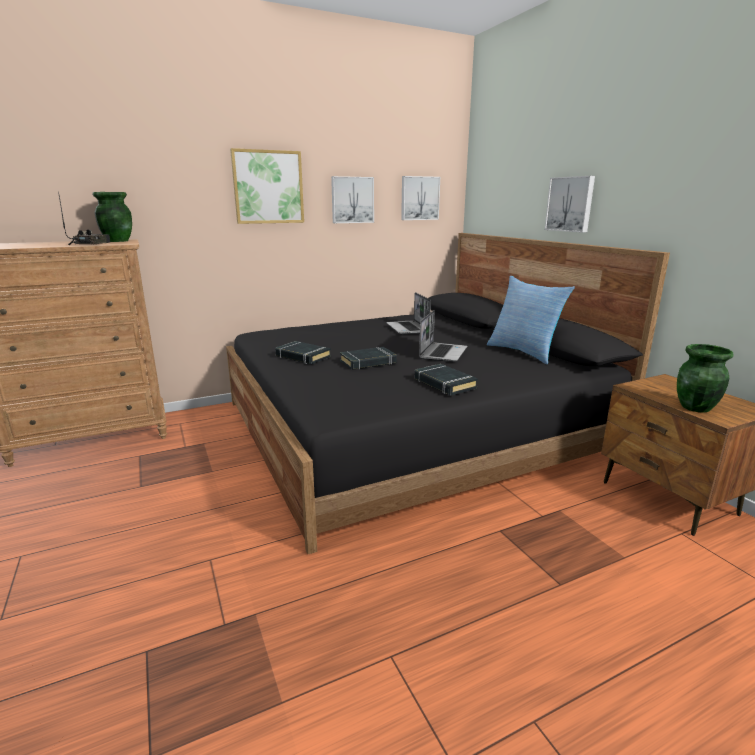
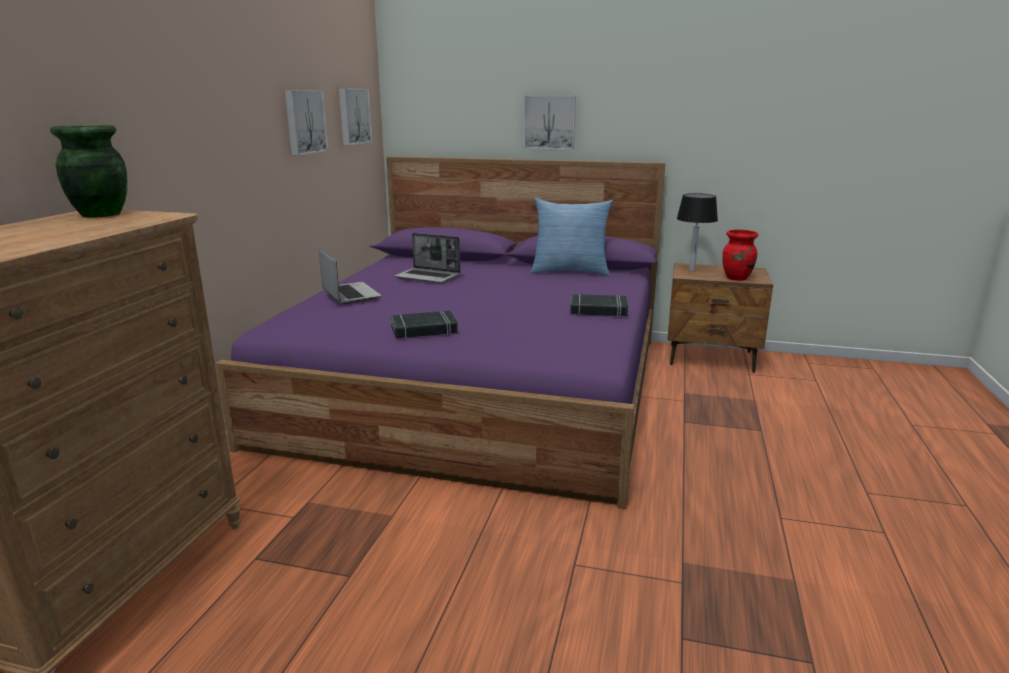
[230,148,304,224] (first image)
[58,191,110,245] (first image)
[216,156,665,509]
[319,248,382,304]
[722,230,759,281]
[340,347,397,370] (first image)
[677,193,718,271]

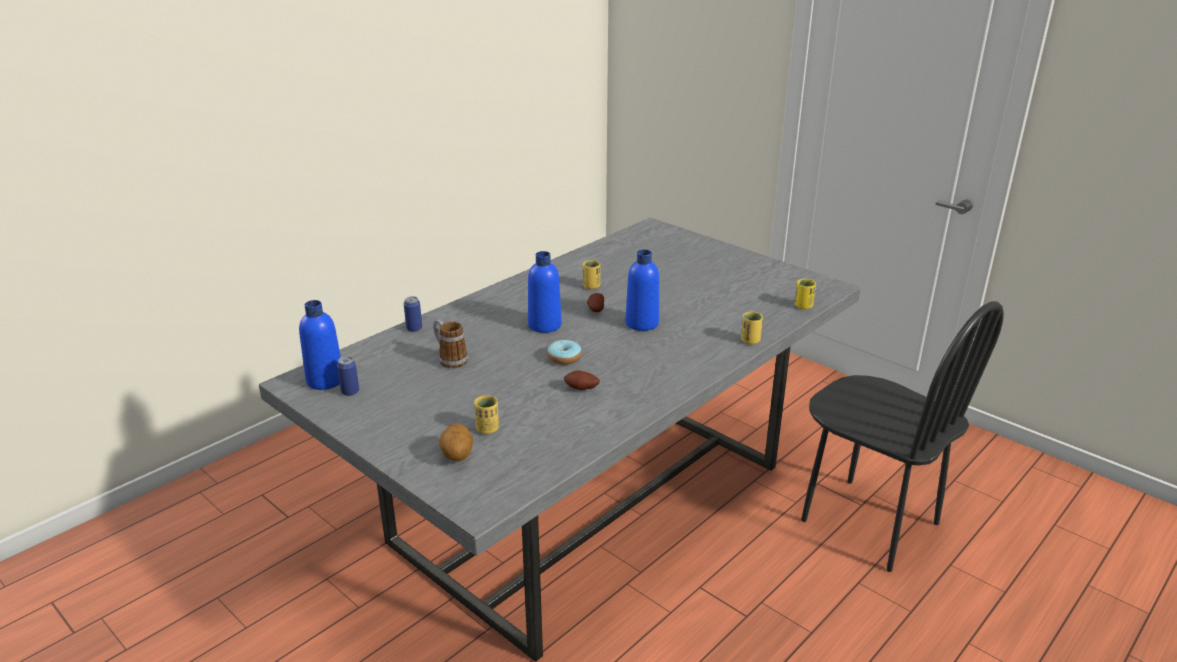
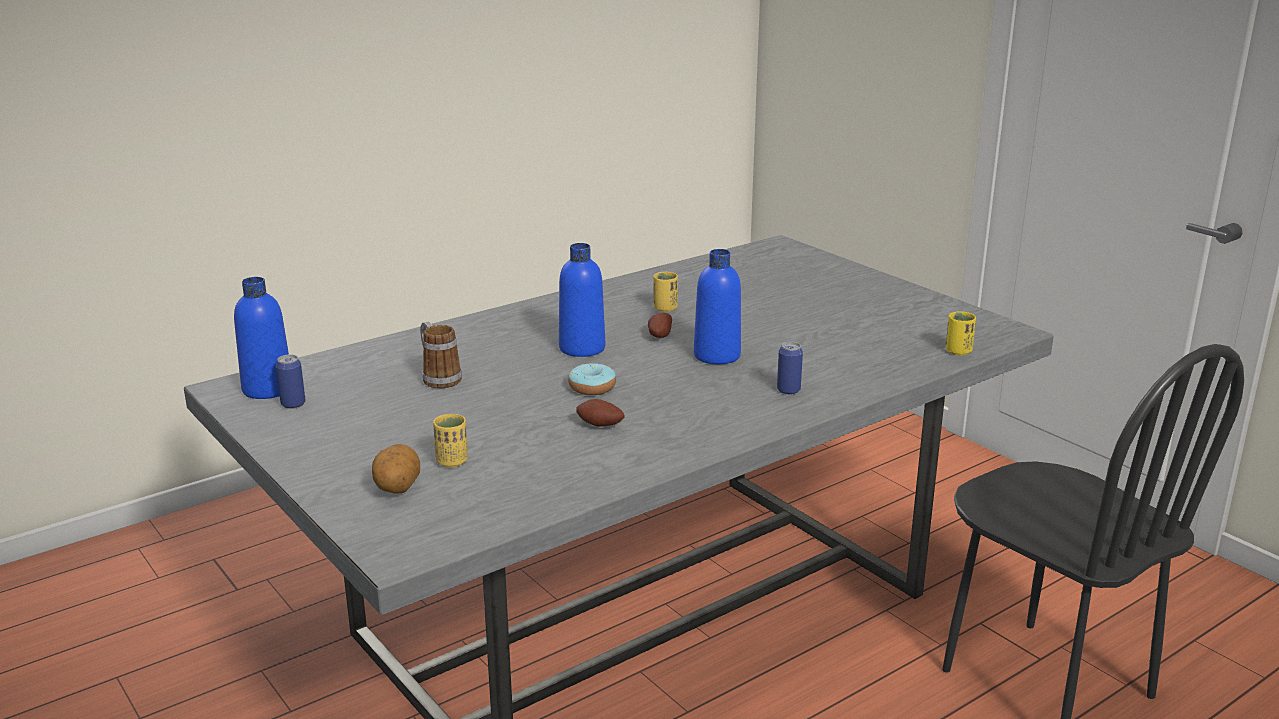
[777,342,803,395]
[741,312,763,345] (first image)

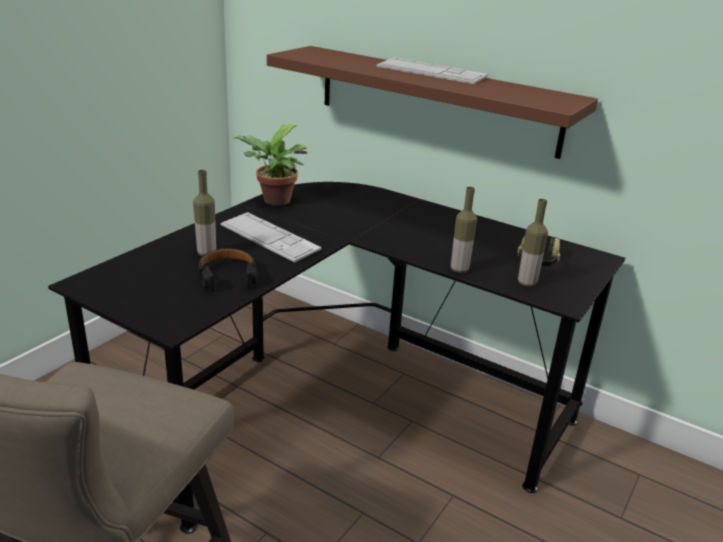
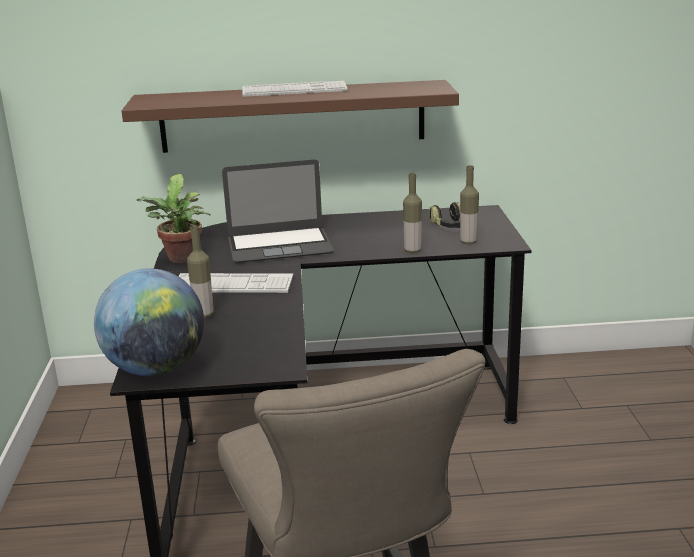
[198,248,256,291] (first image)
[222,160,334,263]
[94,268,204,376]

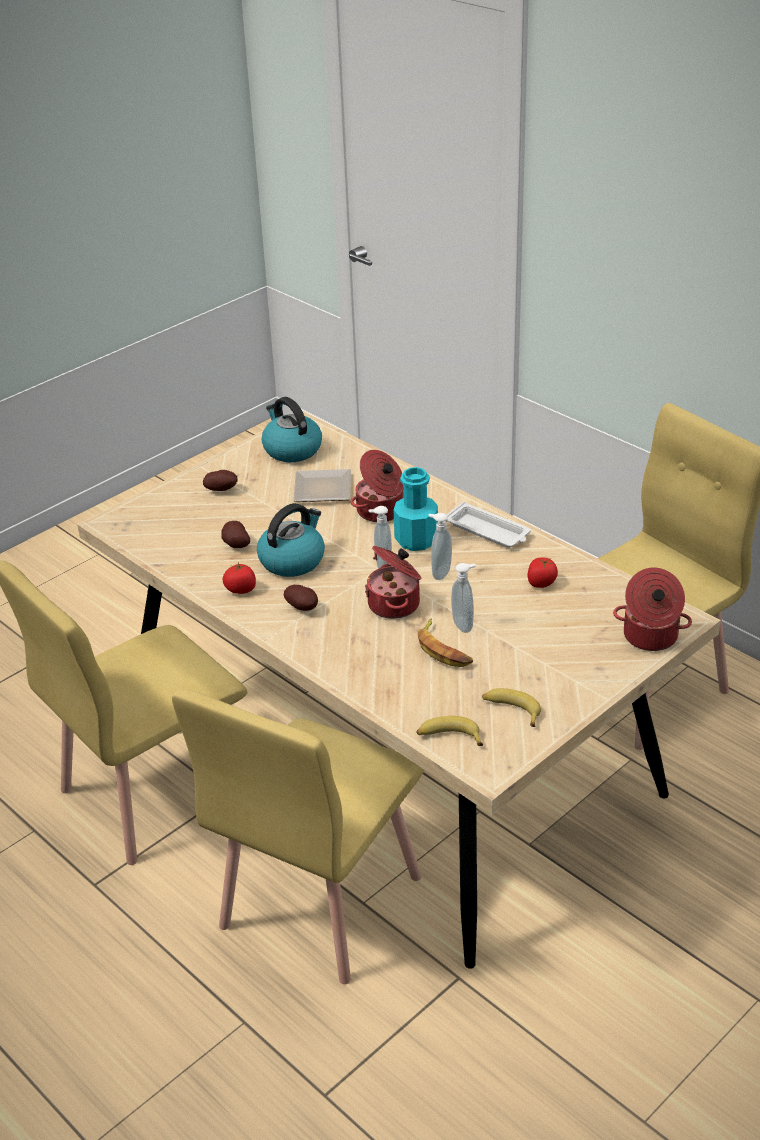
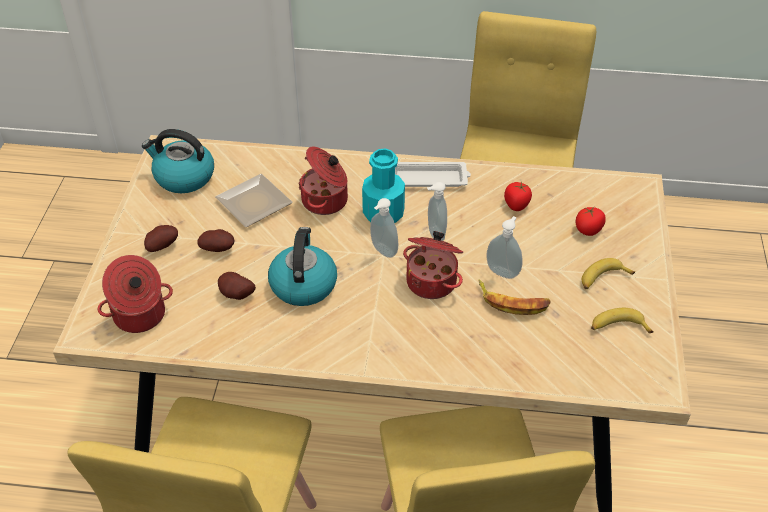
[576,207,606,236]
[98,255,173,333]
[197,229,235,252]
[582,258,635,289]

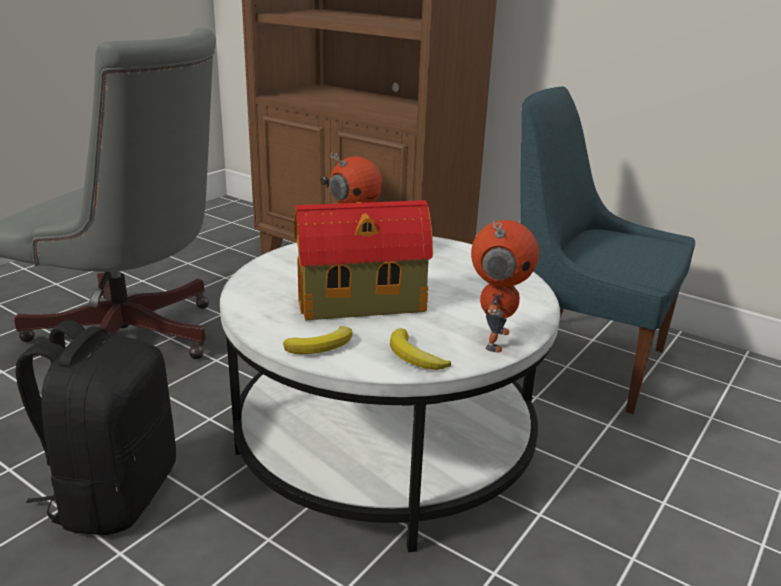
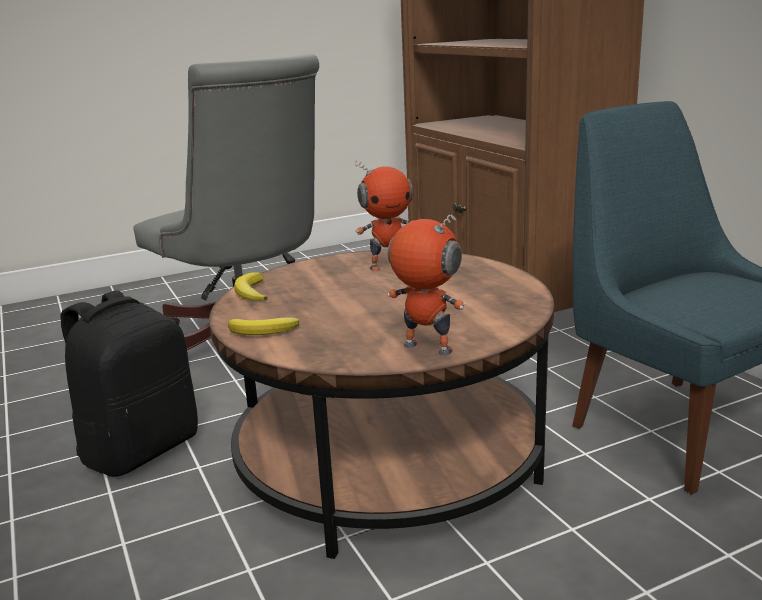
[294,200,433,320] (first image)
[387,214,465,355]
[209,250,554,559]
[234,272,268,301]

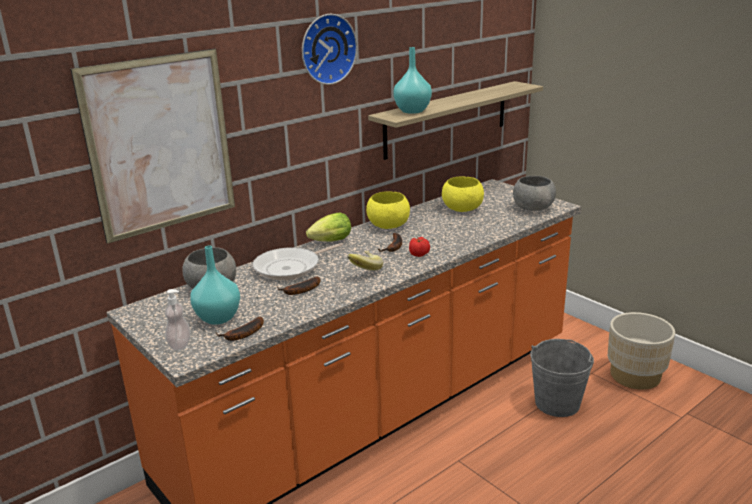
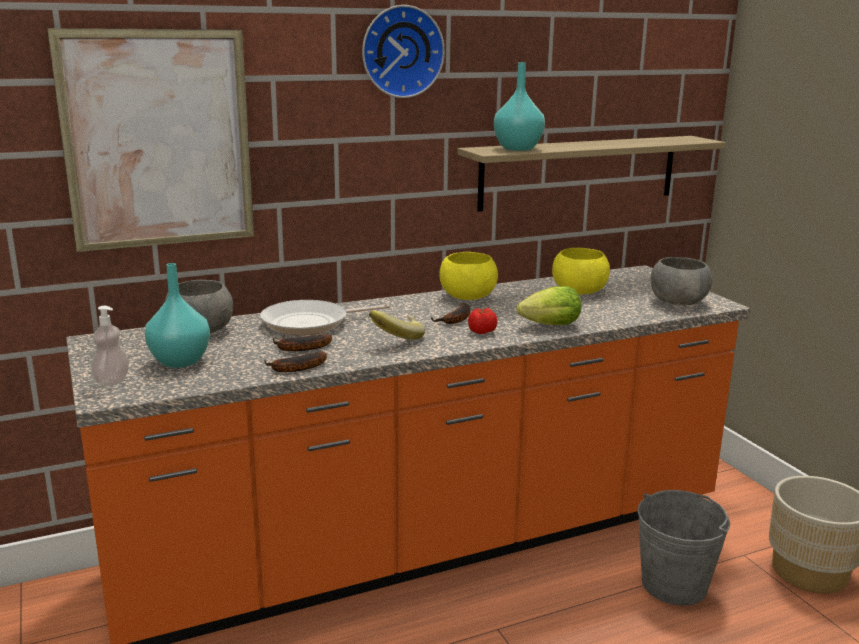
[517,286,581,325]
[264,351,327,372]

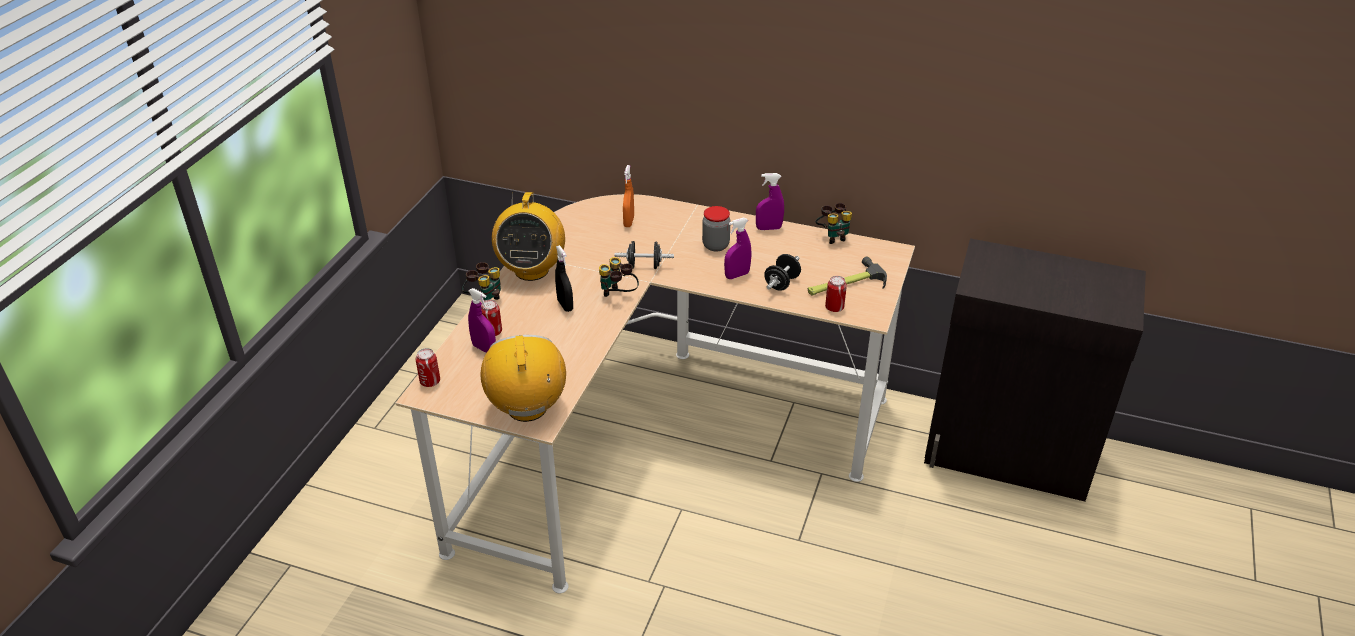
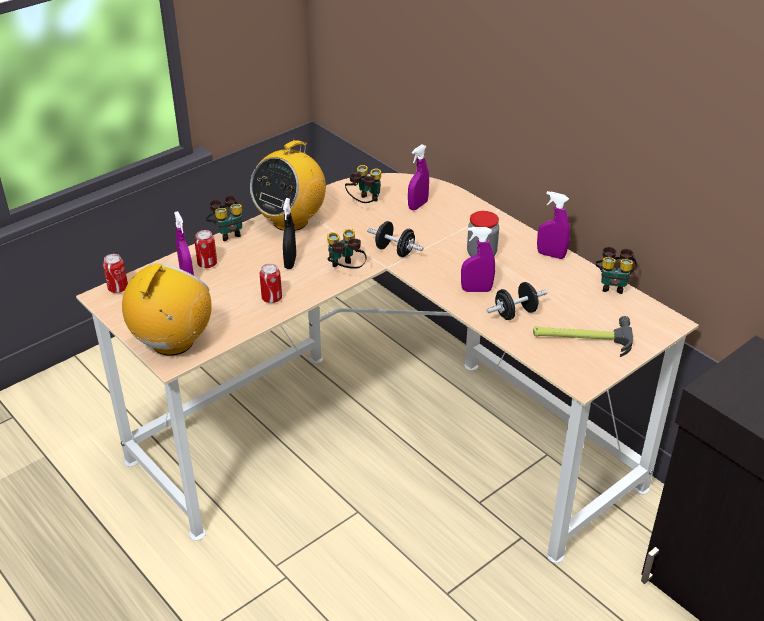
[408,144,429,210]
[260,263,282,303]
[345,165,381,203]

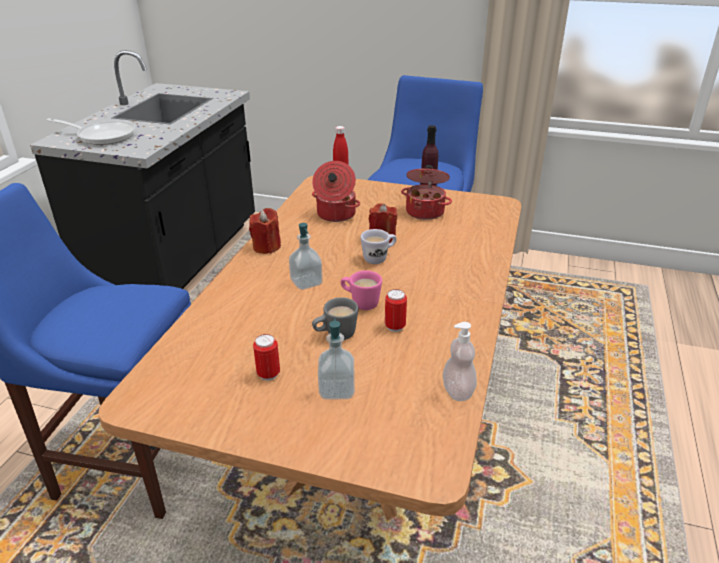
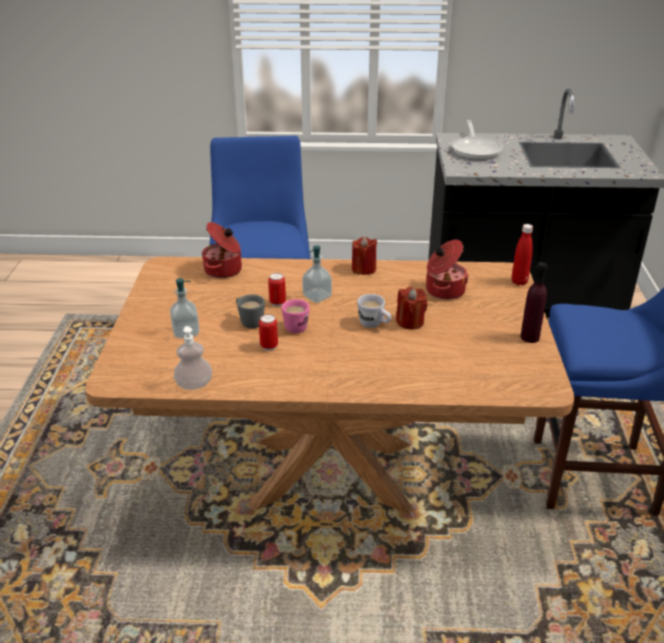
[202,222,242,278]
[268,273,286,307]

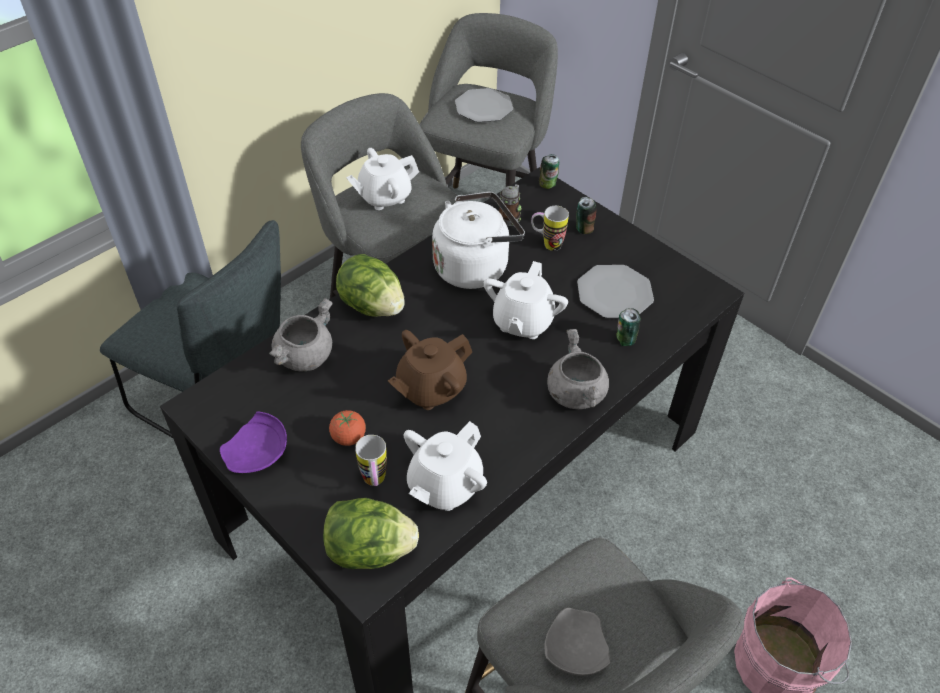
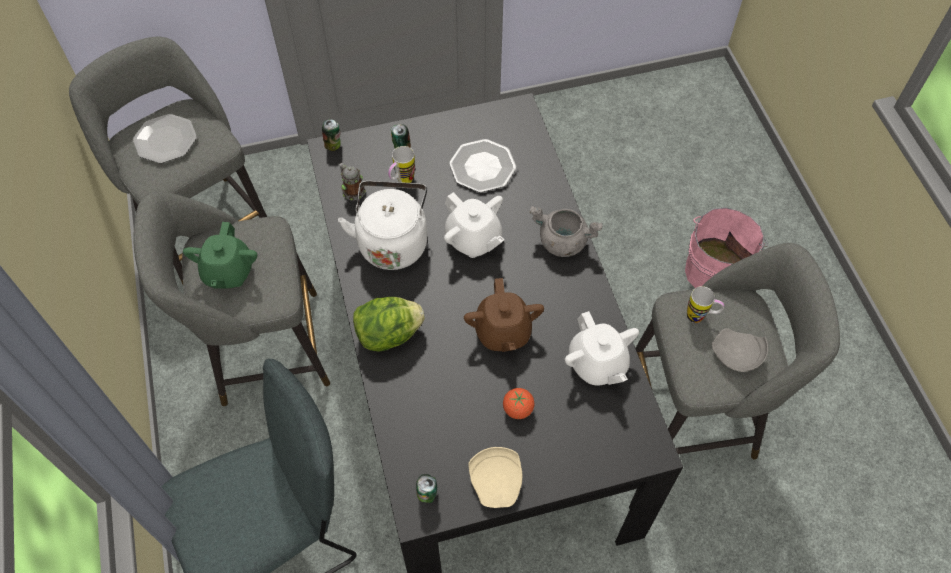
[183,222,257,289]
[269,298,332,371] (first image)
[416,474,437,503]
[469,447,522,508]
[687,286,724,323]
[323,498,419,569] (first image)

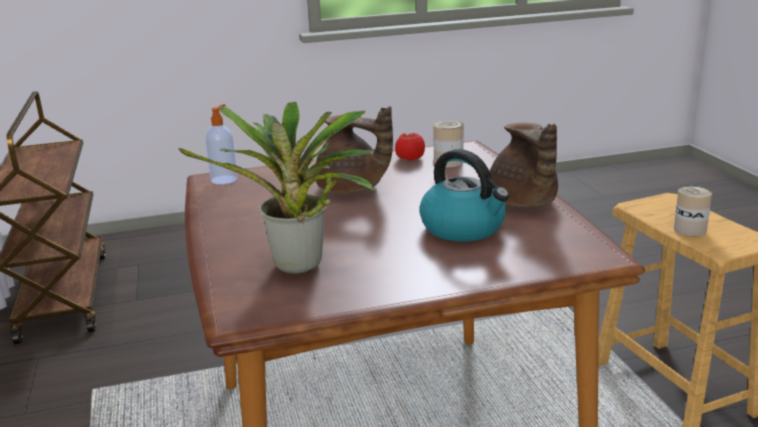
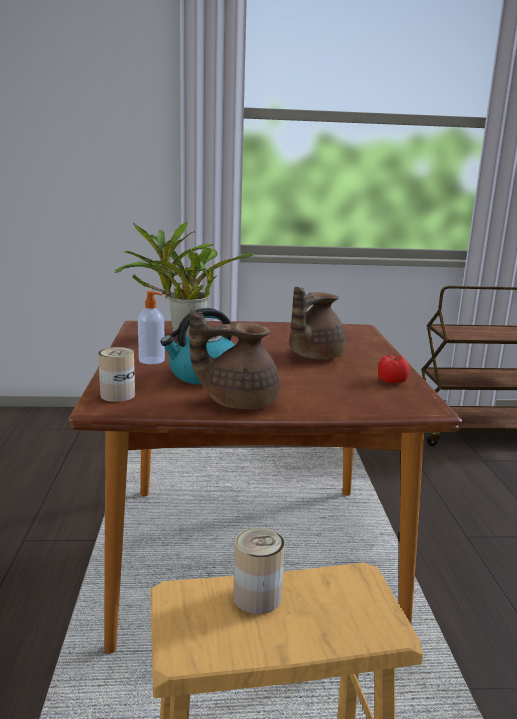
[138,291,165,364]
[98,347,135,402]

